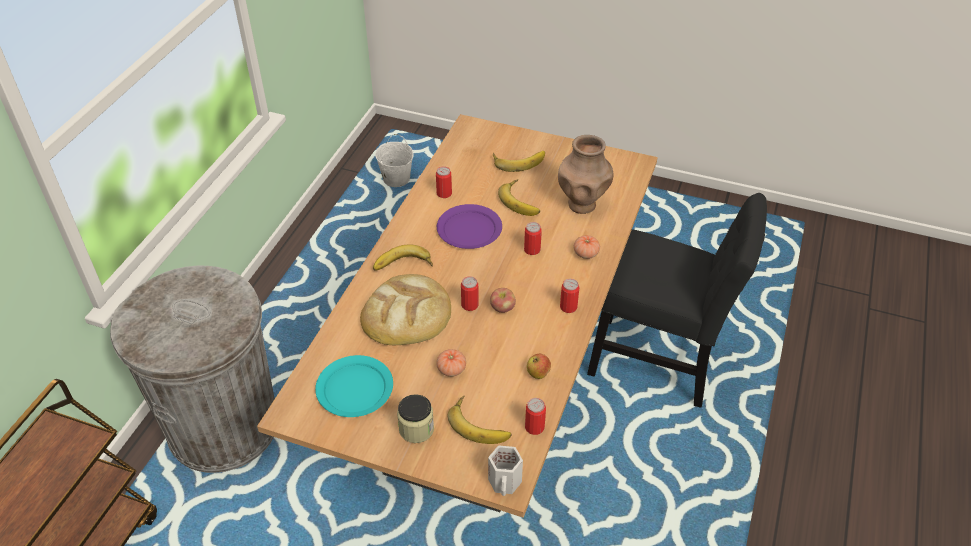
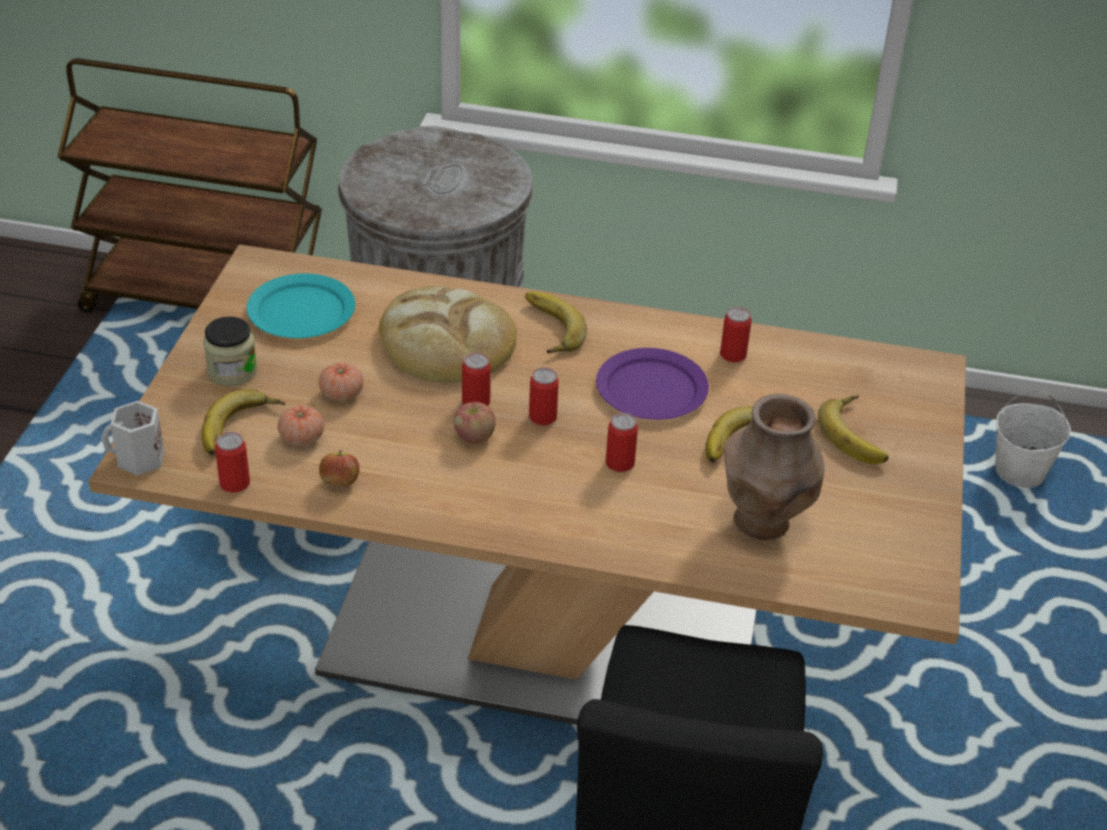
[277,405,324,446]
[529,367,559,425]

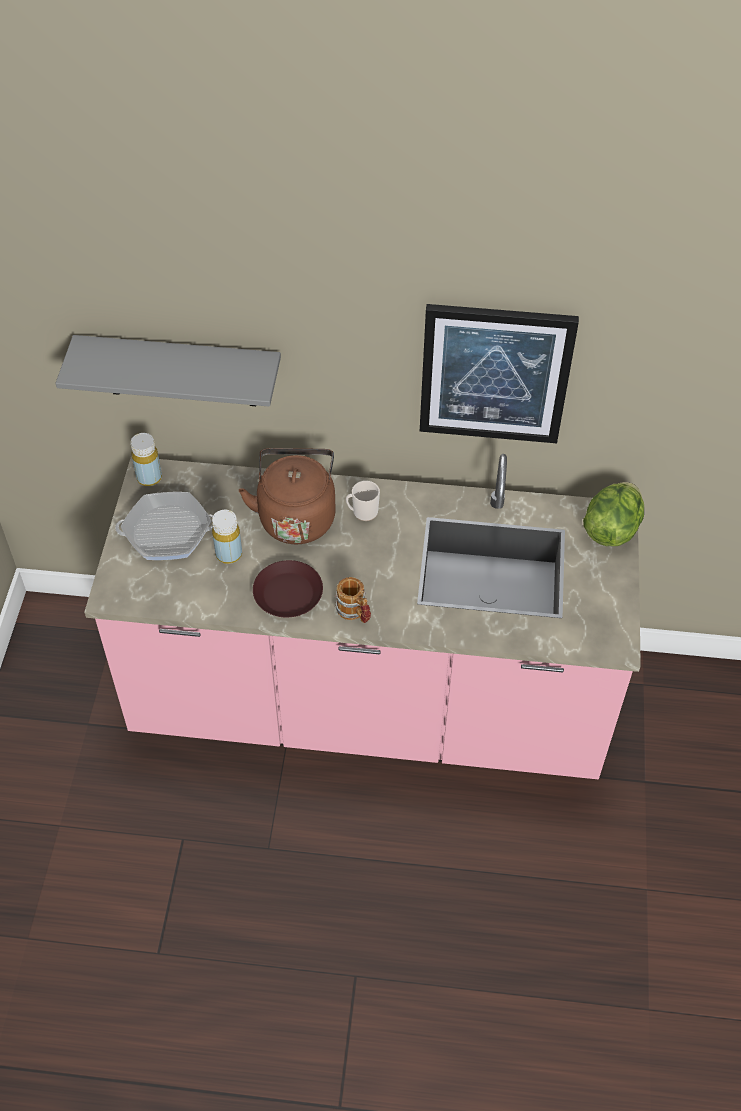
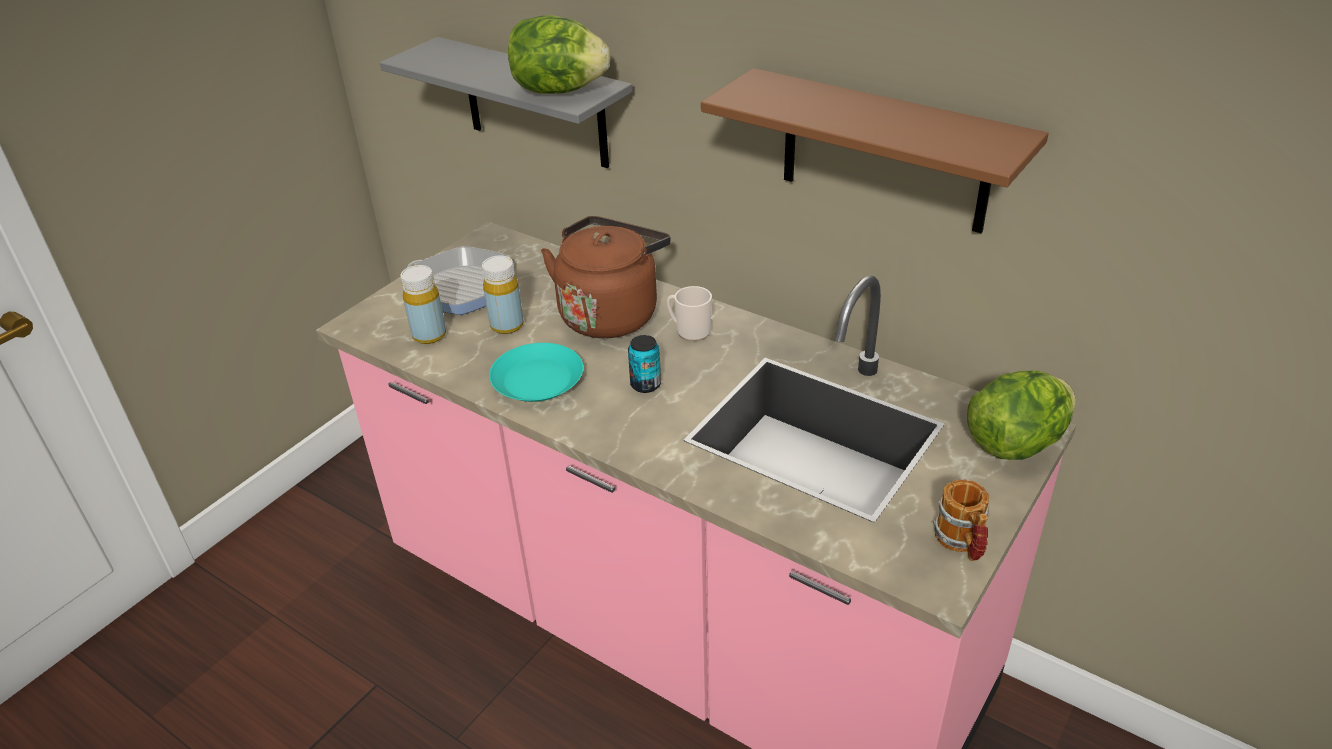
[701,68,1049,233]
[400,265,446,344]
[489,343,583,402]
[933,479,990,561]
[508,15,610,94]
[628,335,661,393]

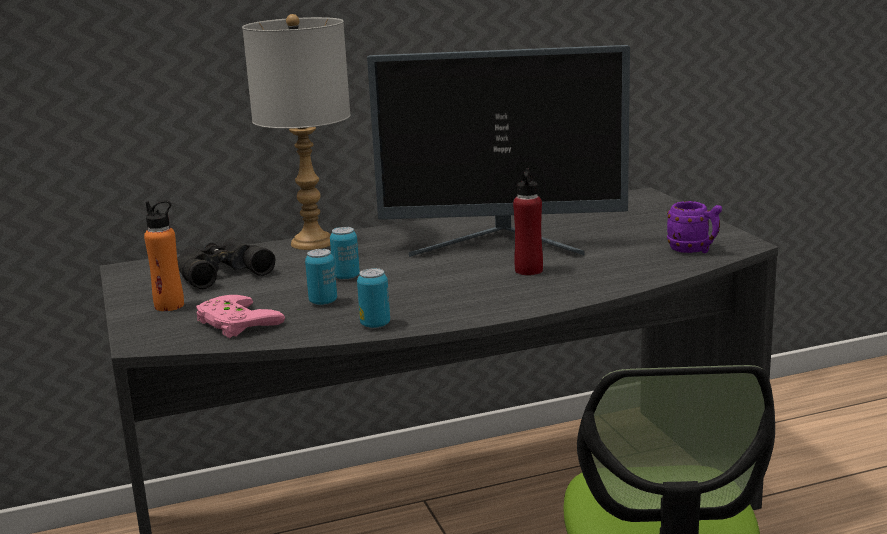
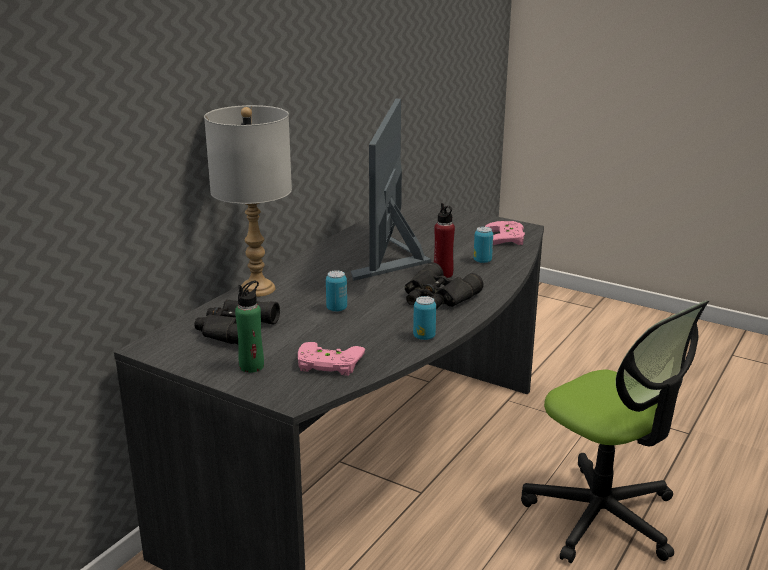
[351,99,431,281]
[235,281,264,373]
[485,221,525,245]
[473,227,493,263]
[405,262,484,309]

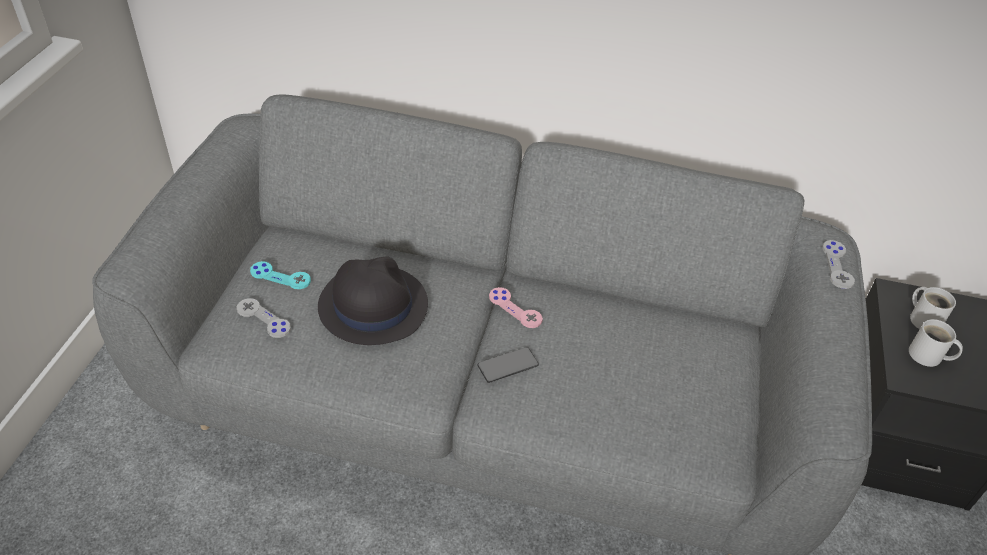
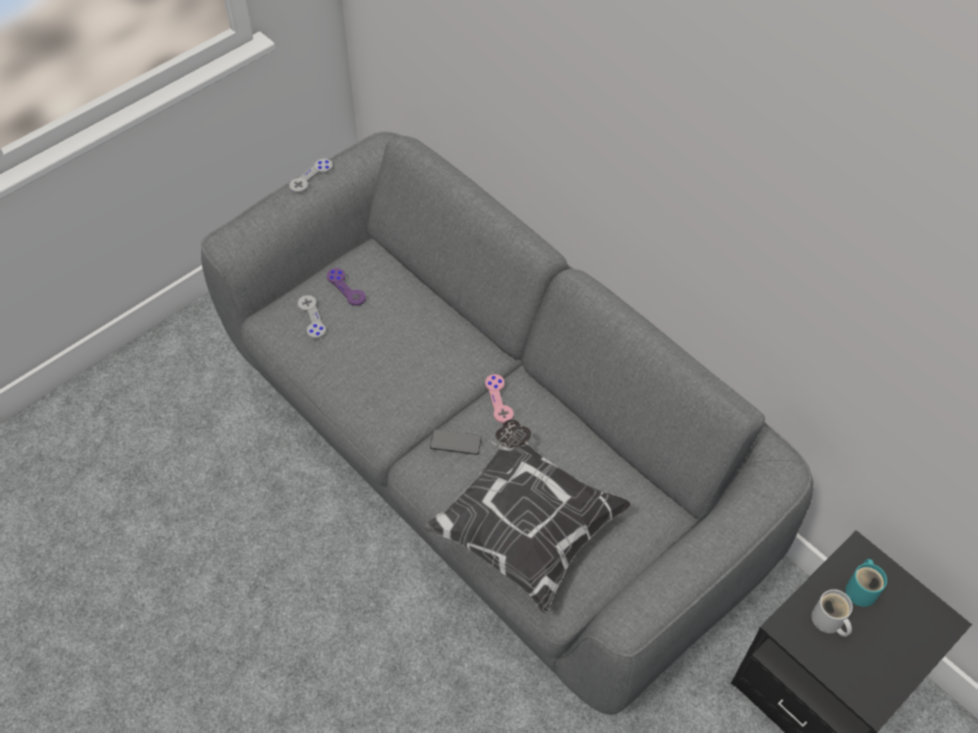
[289,158,333,193]
[318,256,428,345] (first image)
[327,268,366,306]
[846,559,887,607]
[423,419,632,614]

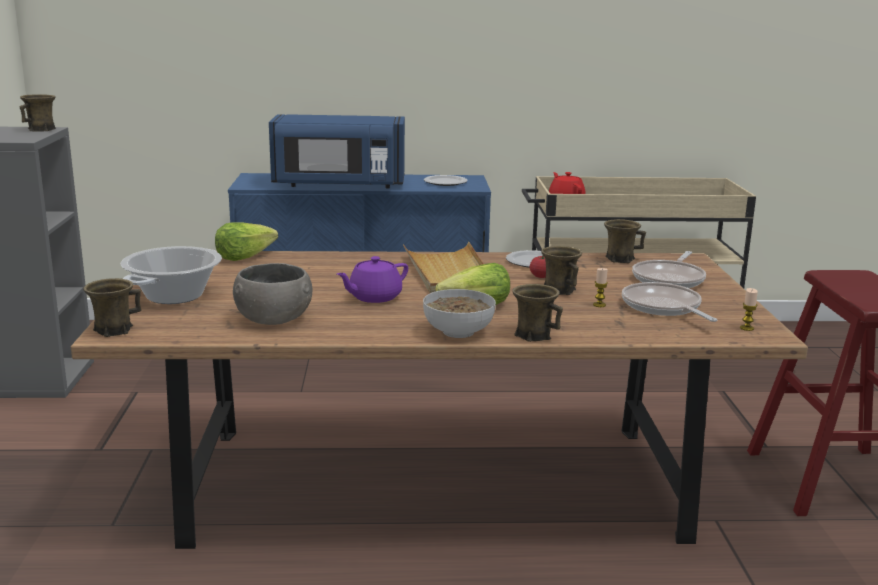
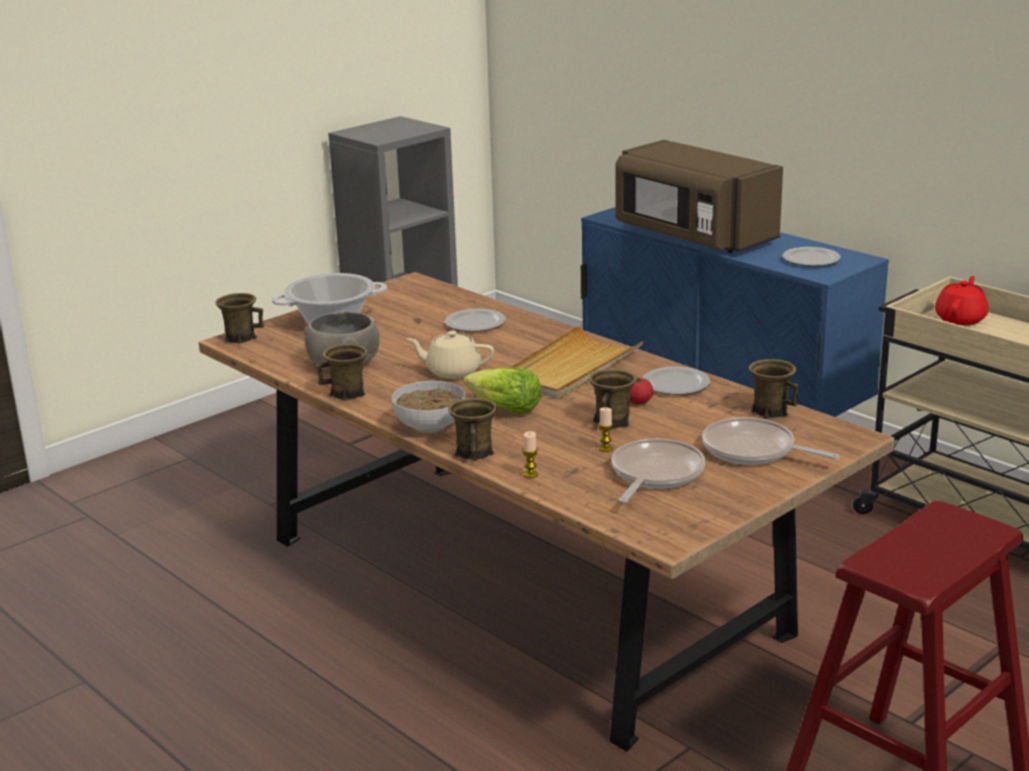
[316,344,368,401]
[616,140,783,253]
[215,222,278,261] (first image)
[702,417,840,465]
[407,331,494,379]
[522,431,538,478]
[445,309,506,332]

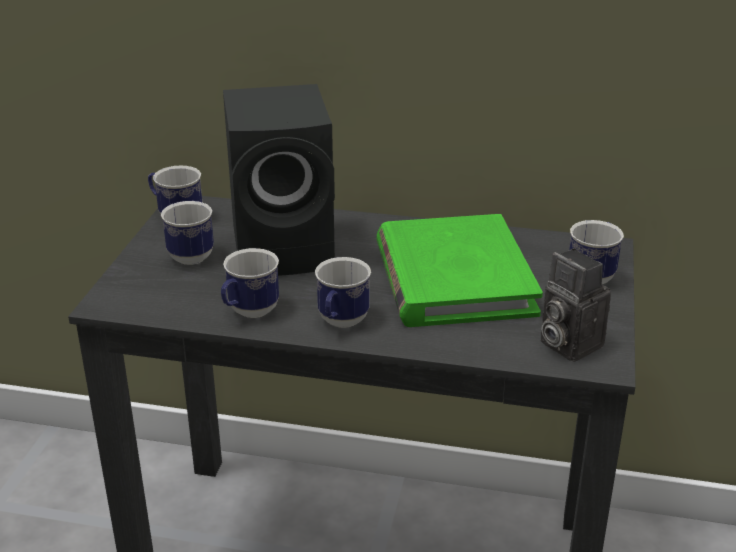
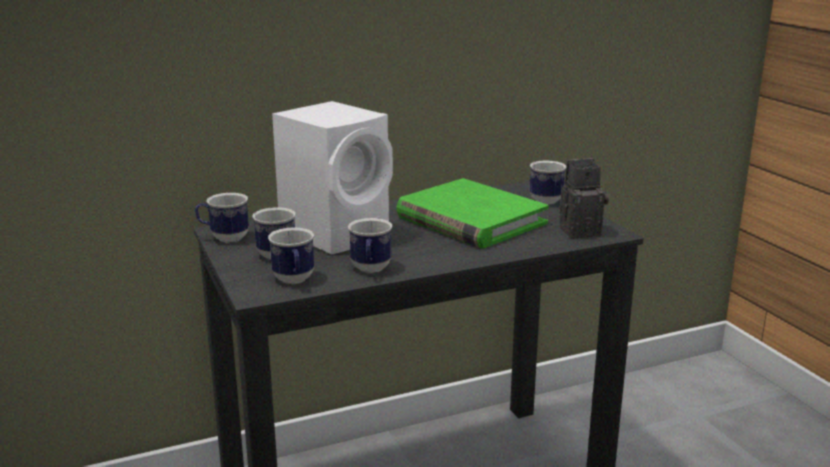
[272,101,393,254]
[560,158,609,238]
[268,227,314,284]

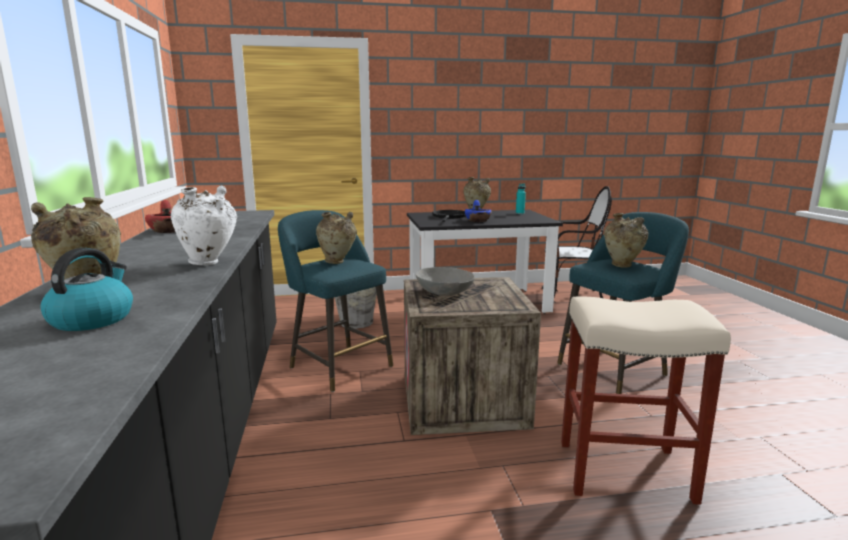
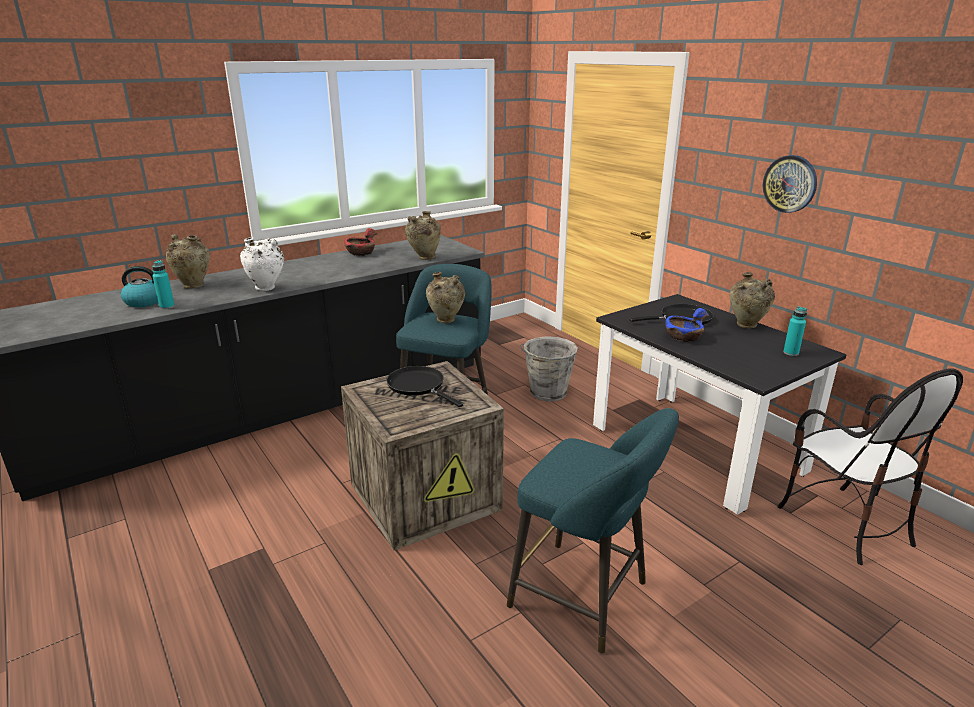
[405,211,441,260]
[387,366,463,407]
[561,296,731,505] (first image)
[763,155,817,213]
[152,260,175,309]

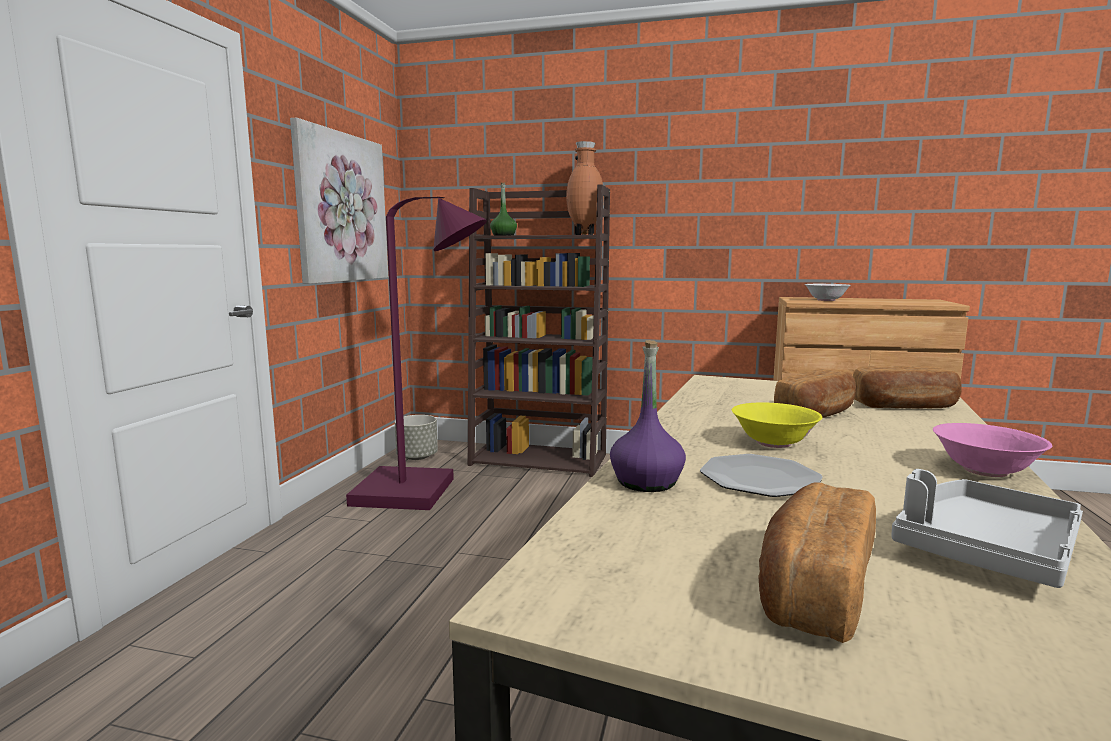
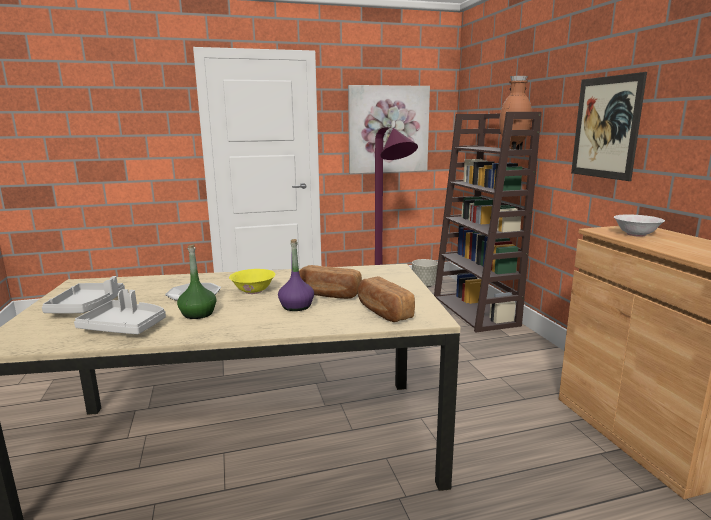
[177,245,217,319]
[278,239,314,311]
[933,423,1052,477] (first image)
[42,276,125,314]
[571,72,647,181]

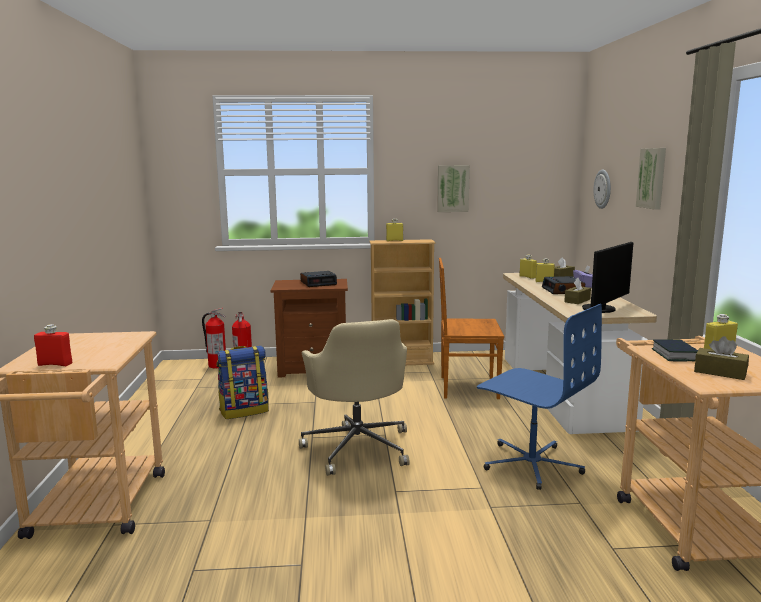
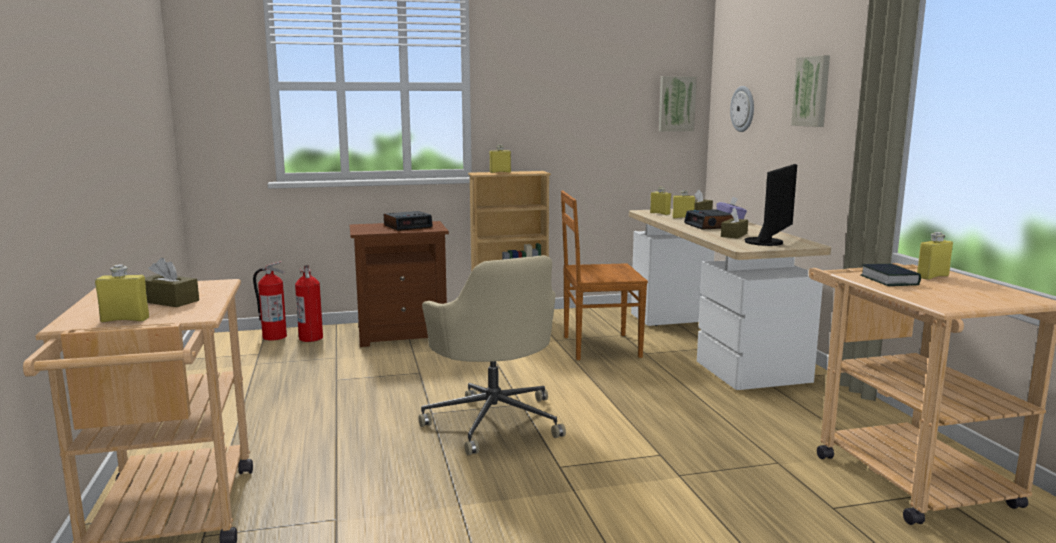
[659,76,697,132]
[477,304,602,490] (first image)
[95,264,149,322]
[145,258,199,307]
[217,346,269,419] (first image)

